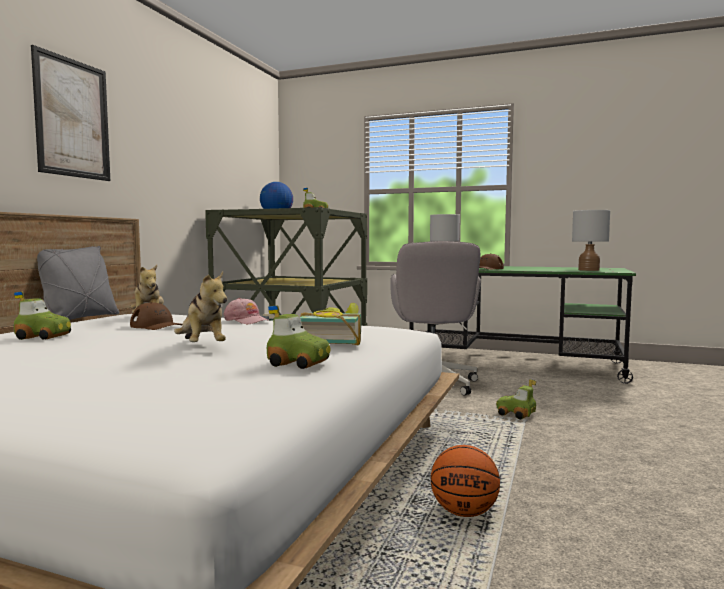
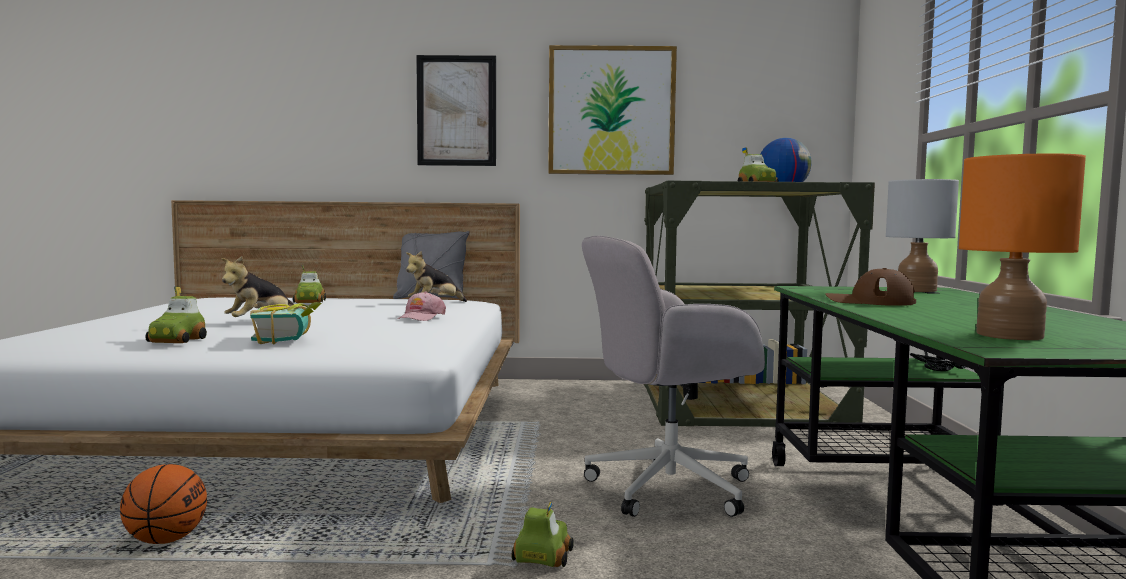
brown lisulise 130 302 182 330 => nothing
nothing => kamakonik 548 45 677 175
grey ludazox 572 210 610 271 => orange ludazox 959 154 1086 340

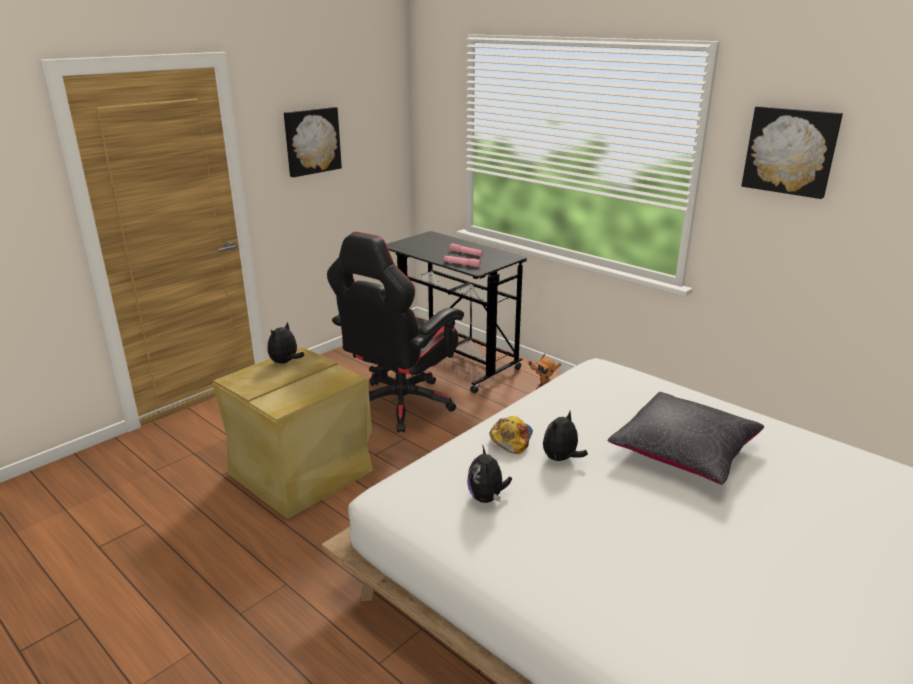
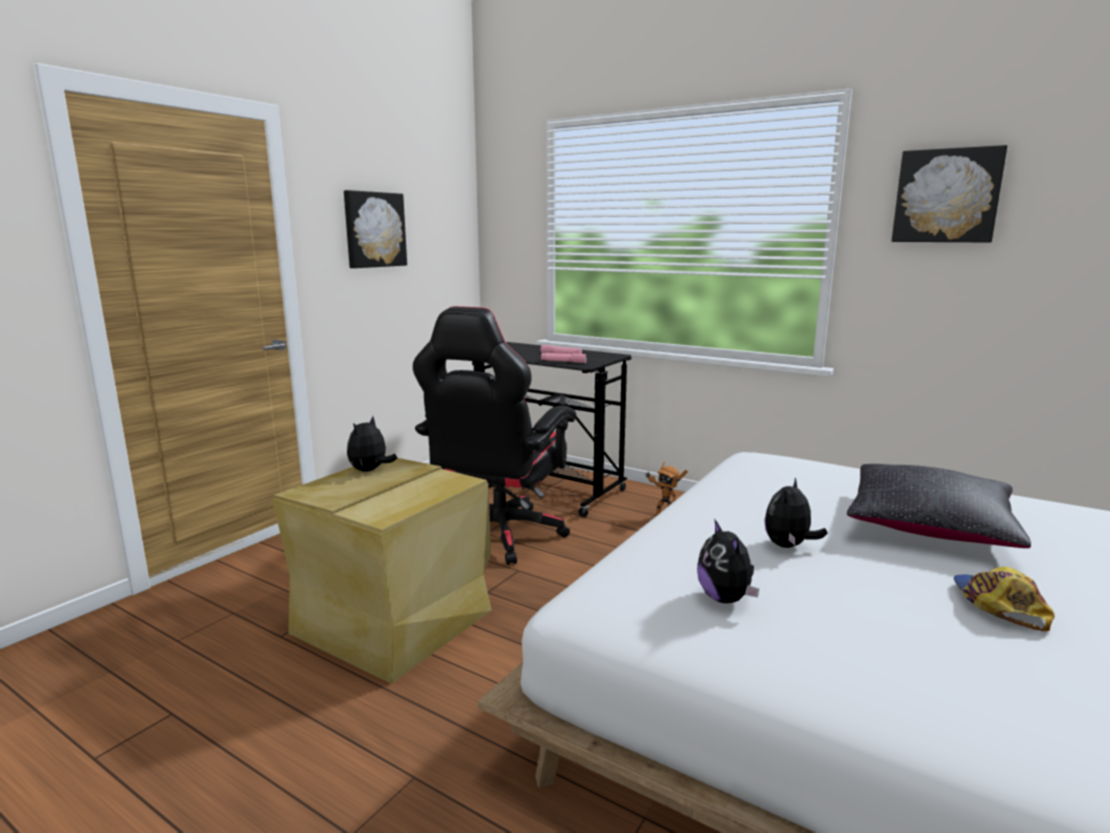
lisulise 489 416 533 454 => lisulise 953 567 1055 631, move

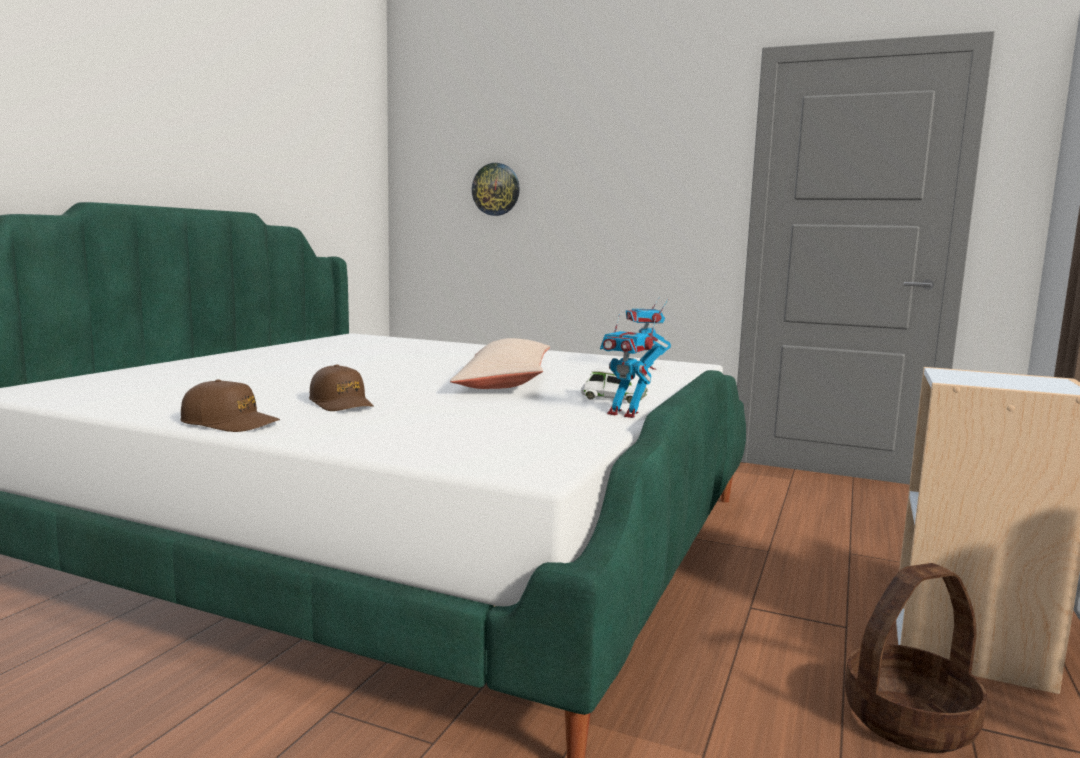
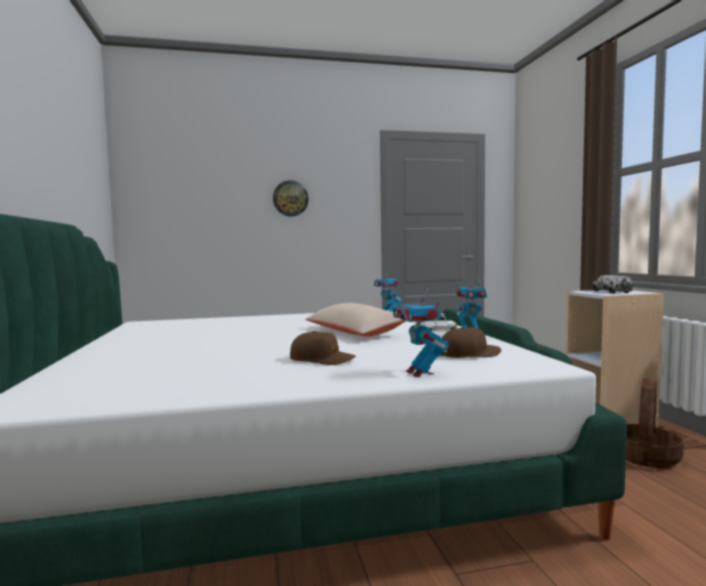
nothing => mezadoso 393 289 449 377
nothing => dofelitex 592 275 633 294
brown lisulise 181 380 280 432 => brown lisulise 441 327 501 358, move
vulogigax 472 163 520 216 => vulogigax 273 181 309 217, move

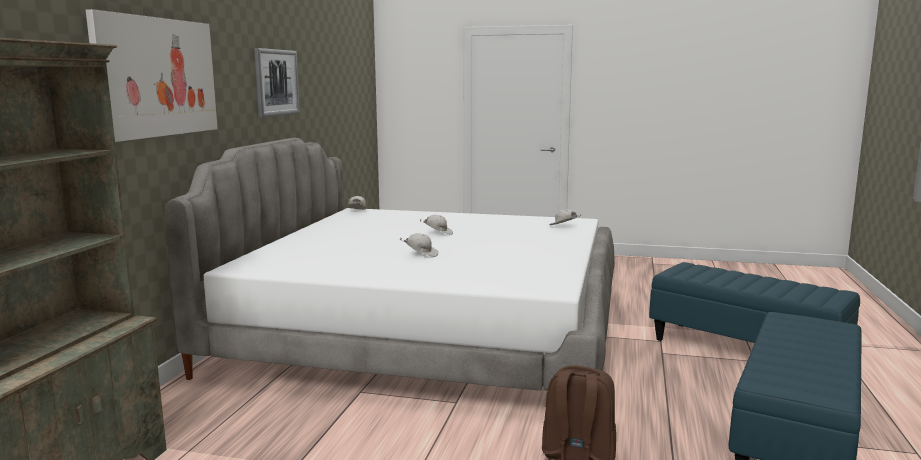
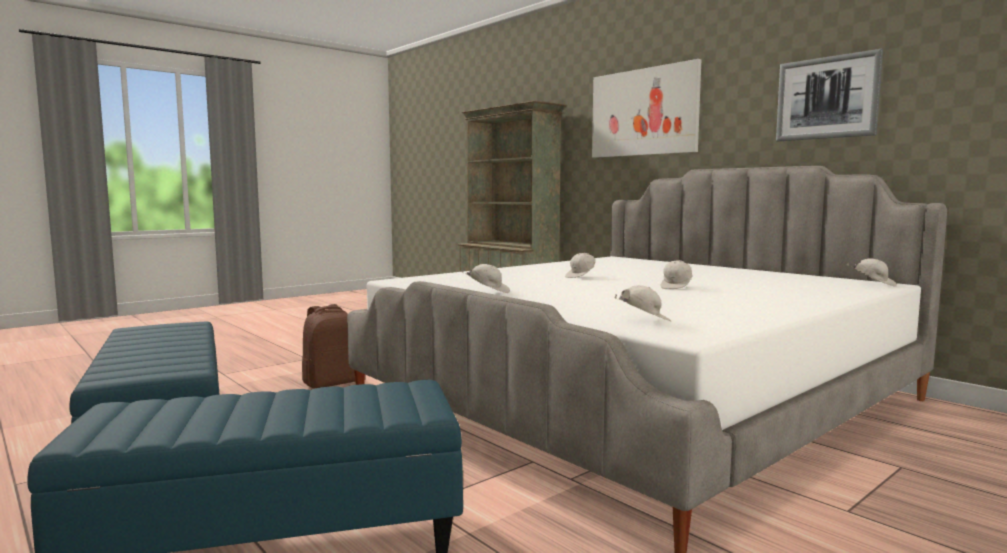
nothing => white lisulise 461 264 510 293

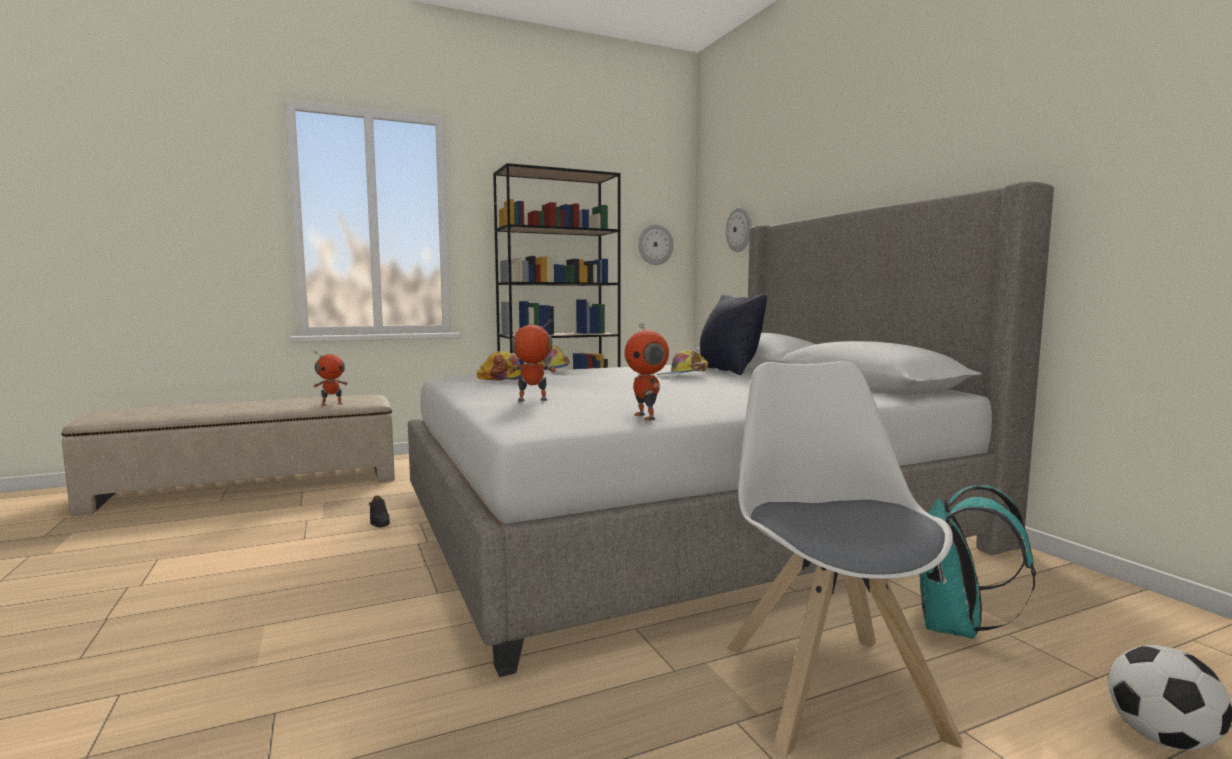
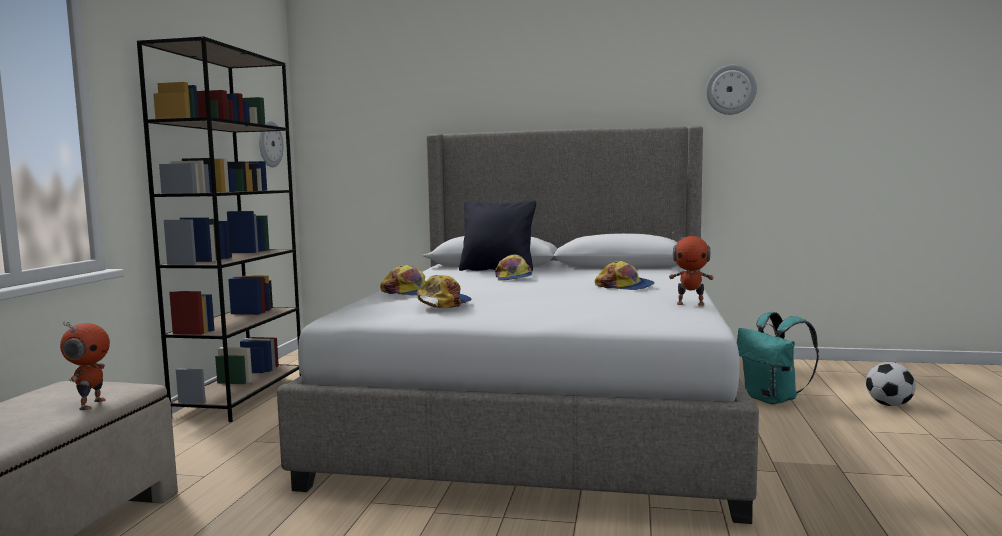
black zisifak 369 495 390 528 => nothing
mezadoso 508 319 557 402 => nothing
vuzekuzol 727 361 963 758 => nothing
nothing => lisulise 595 261 655 290
vulogigax 726 207 752 252 => vulogigax 706 65 757 115, move

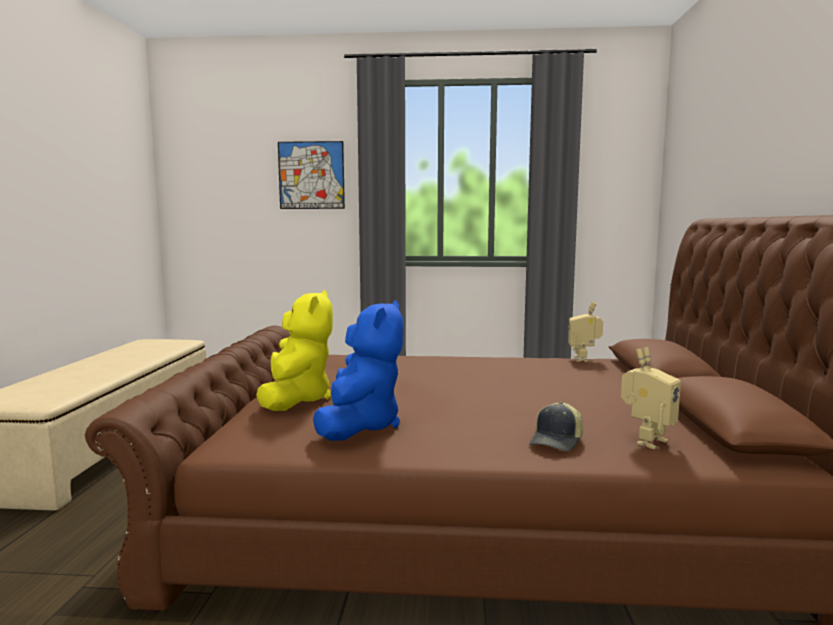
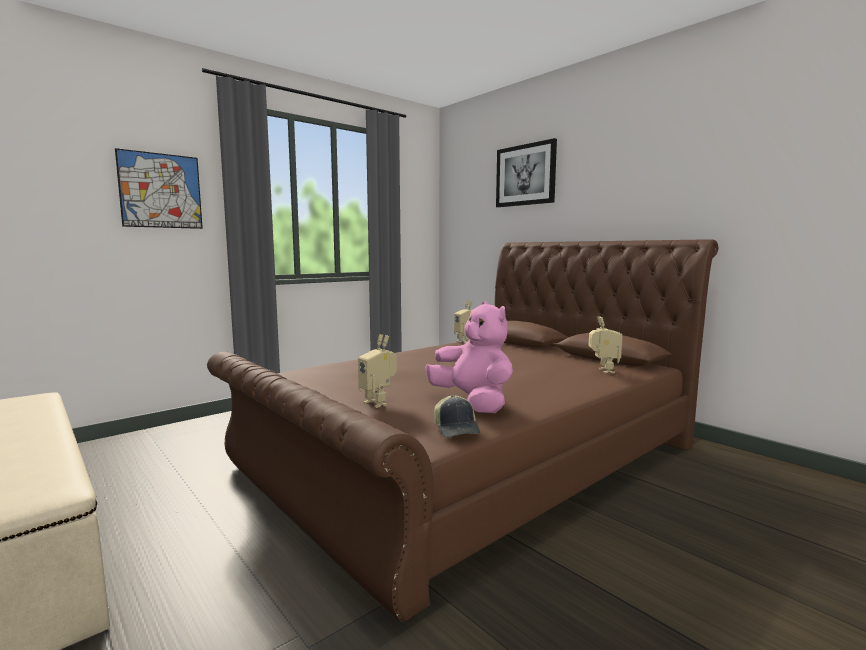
nothing => kamakonik 496 138 557 207
lisulise 529 402 583 451 => lisulise 434 395 480 438, move
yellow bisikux 256 290 333 411 => mezadoso 358 334 397 408
blue bisikux 313 300 404 441 => pink bisikux 425 301 513 413

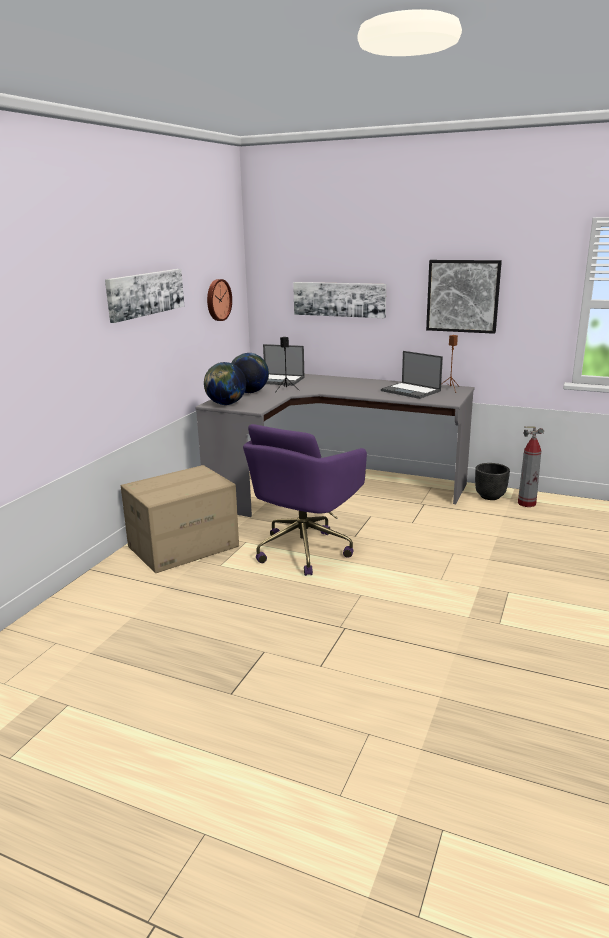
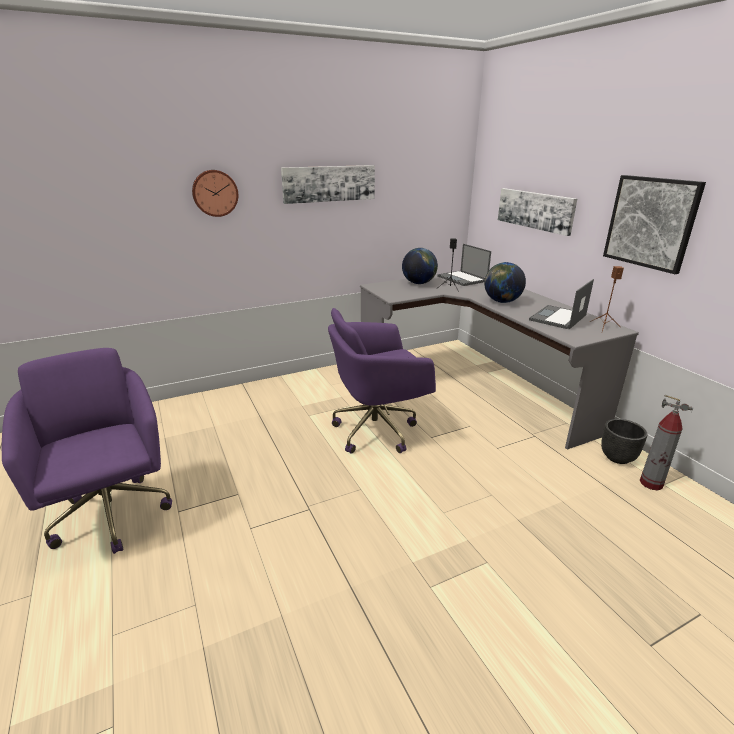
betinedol 121 465 239 573 => nothing
nothing => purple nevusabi 2 348 172 554
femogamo 204 362 246 405 => femogamo 484 262 526 303, move
vulogigax 207 279 232 321 => vulogigax 192 170 238 217, move
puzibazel 381 351 443 399 => puzibazel 529 279 594 329, 45 degrees clockwise

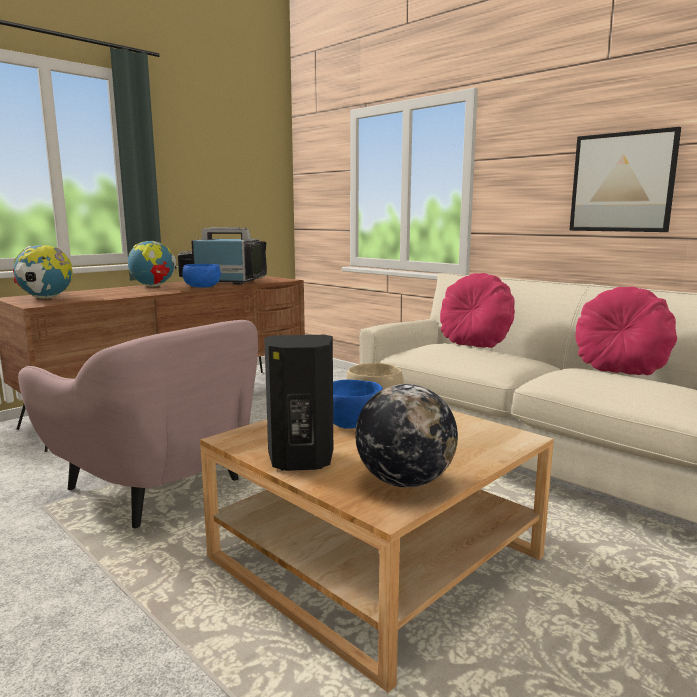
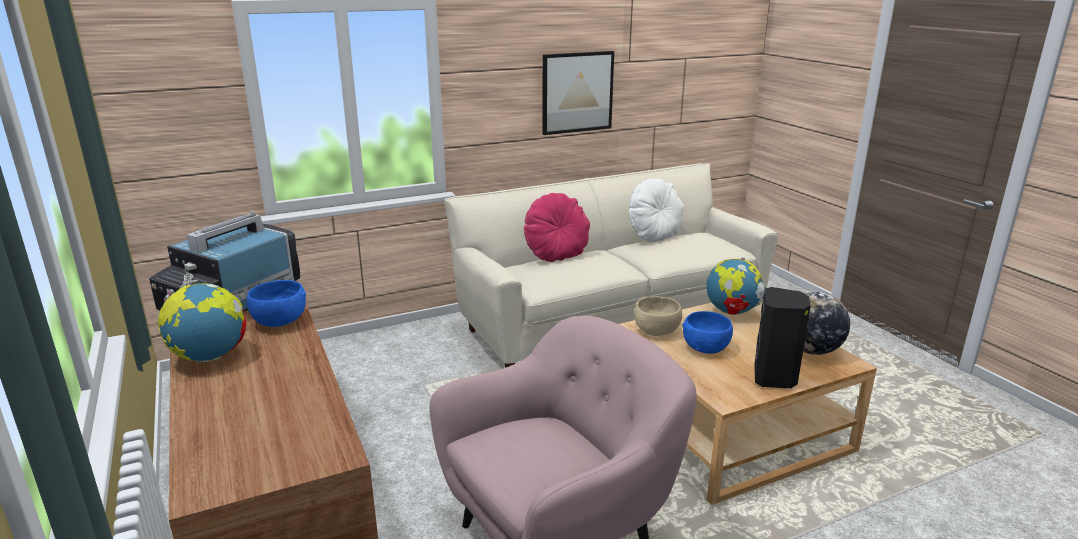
femogamo 13 245 73 299 => femogamo 706 257 766 315, move
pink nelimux 576 287 677 375 => white nelimux 629 178 684 242

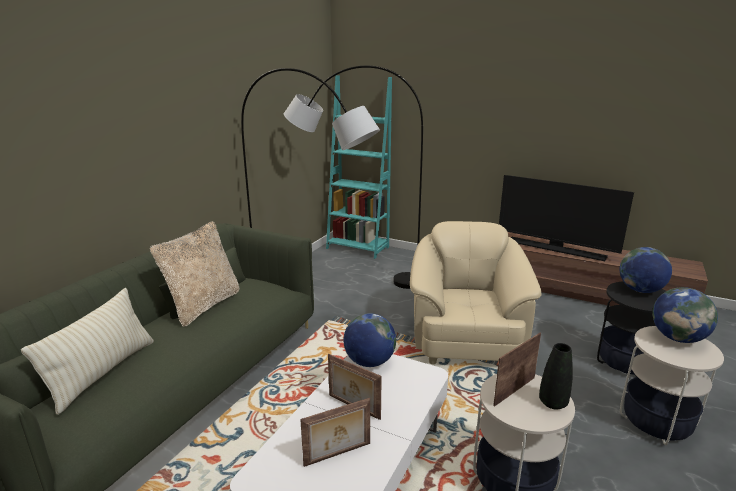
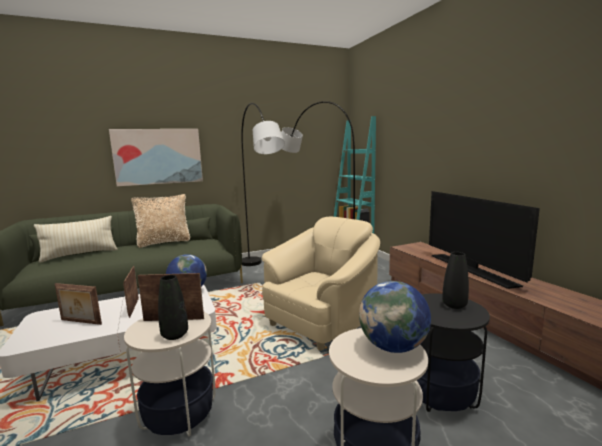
nothing => kamakonik 109 129 203 186
femogamo 620 247 672 293 => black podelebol 442 252 469 309

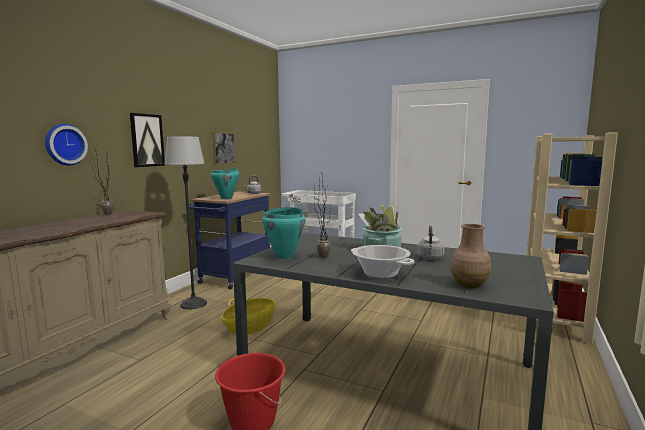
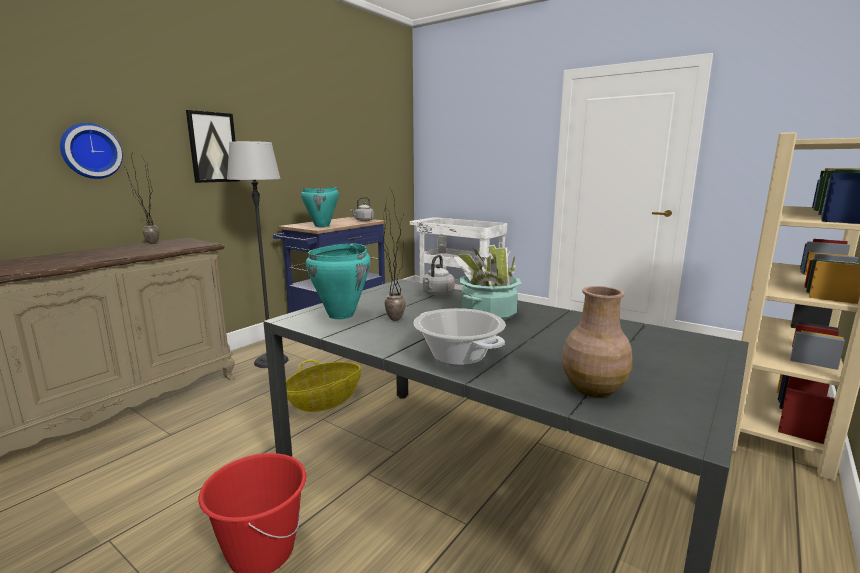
kamakonik 212 132 236 164 => nothing
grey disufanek 418 226 445 259 => grey disufanek 423 255 454 296, move

